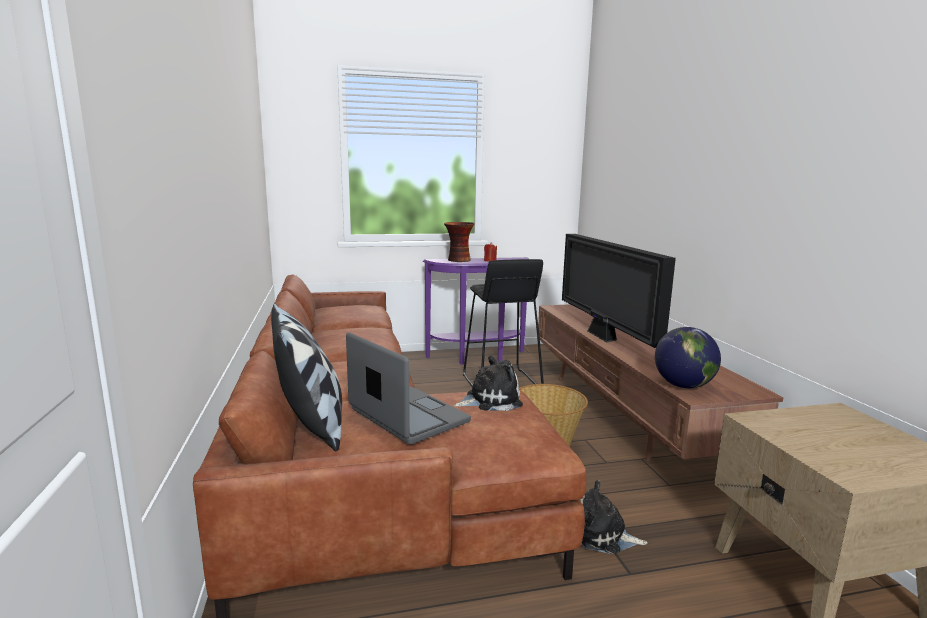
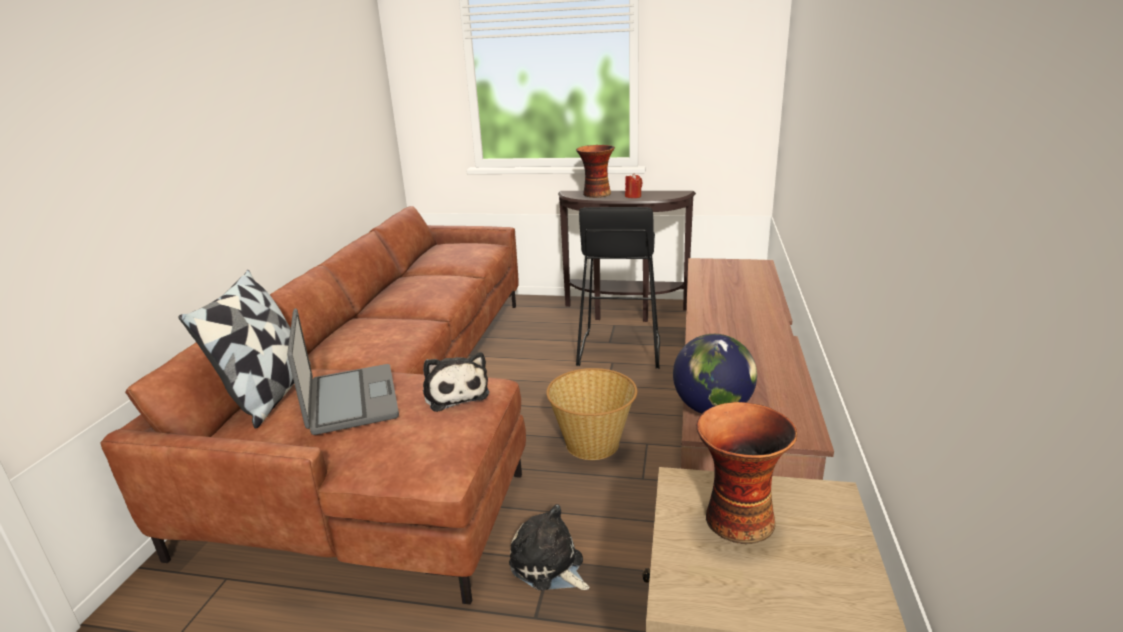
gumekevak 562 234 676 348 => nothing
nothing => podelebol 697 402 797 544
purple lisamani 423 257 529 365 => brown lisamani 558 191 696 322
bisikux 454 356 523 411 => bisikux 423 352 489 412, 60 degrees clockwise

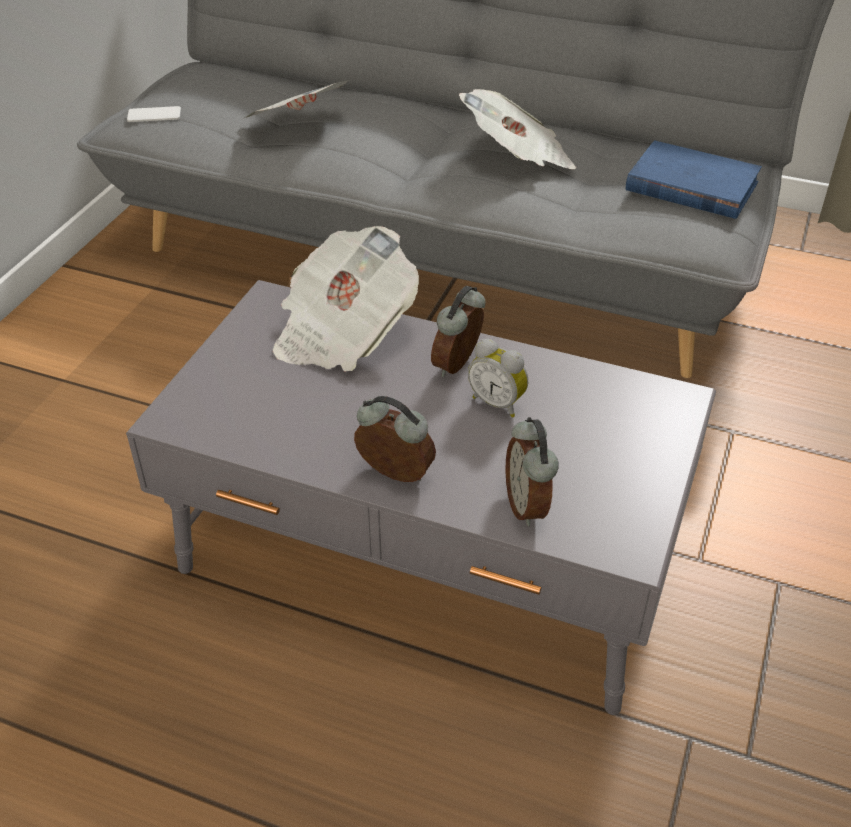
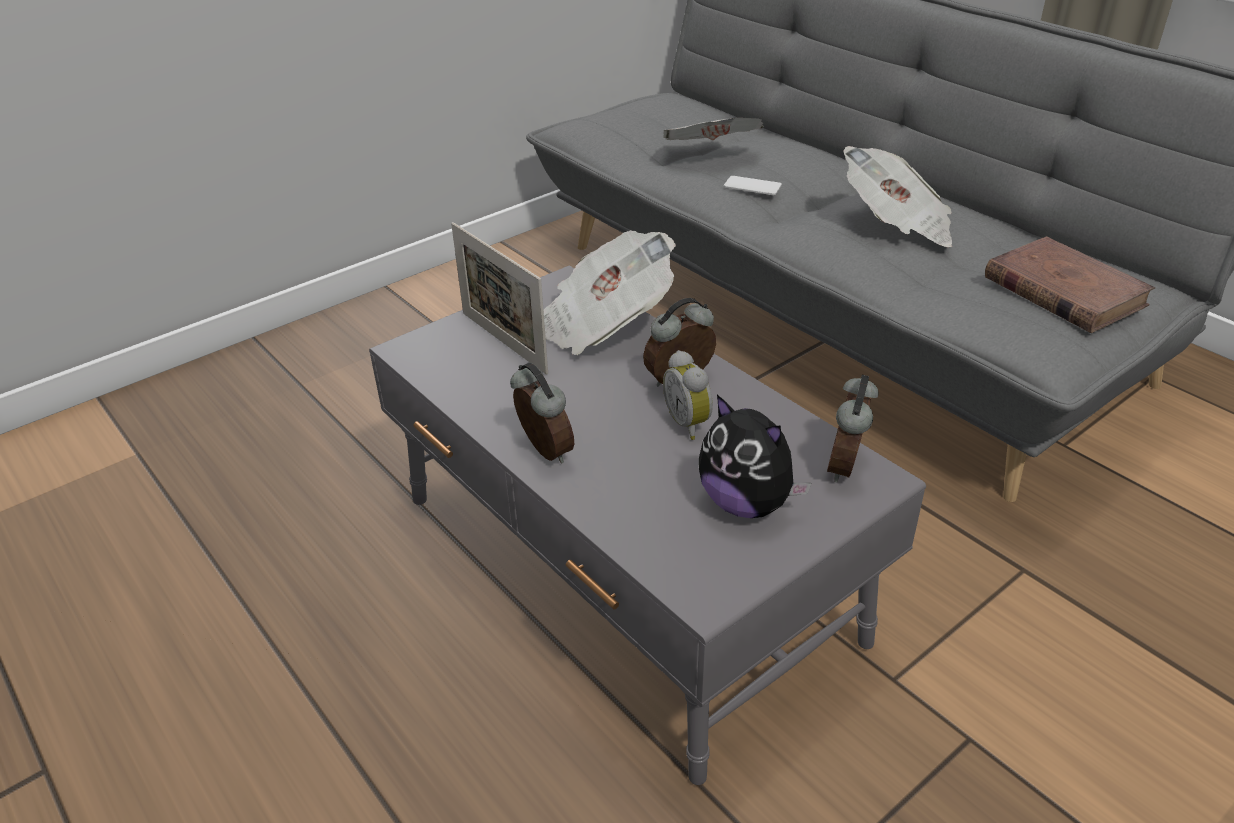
nothing => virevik 451 222 548 375
nothing => bisikux 699 395 811 518
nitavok 127 106 181 122 => nitavok 724 176 782 195, move
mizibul 505 417 558 527 => mizibul 827 375 878 482, move
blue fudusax 626 140 762 219 => brown fudusax 985 236 1156 333

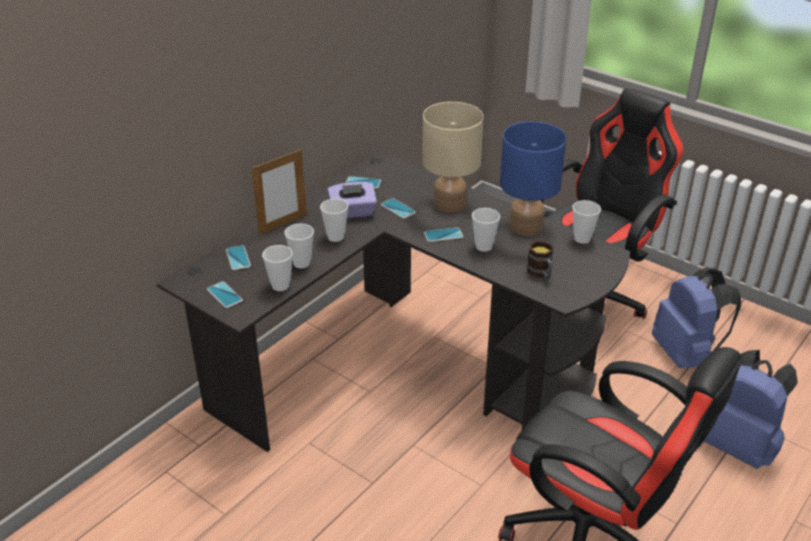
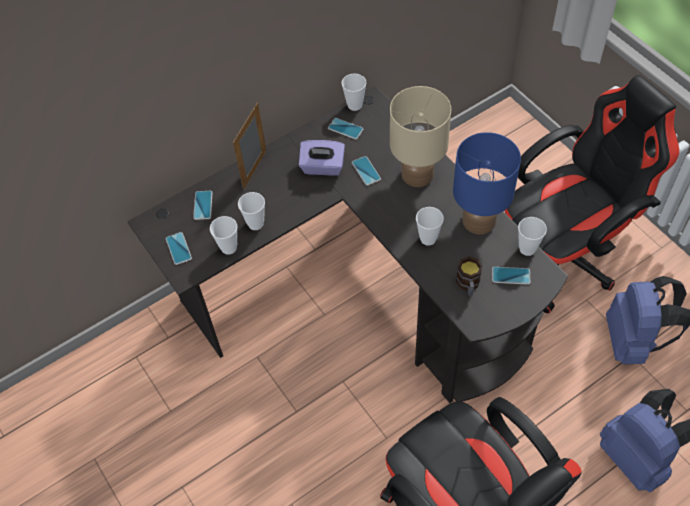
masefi 320 199 348 242 => masefi 342 74 366 111, move
nitavok 424 227 463 242 => nitavok 492 267 530 285, move
virevik 251 149 307 235 => virevik 233 103 266 190, 135 degrees clockwise

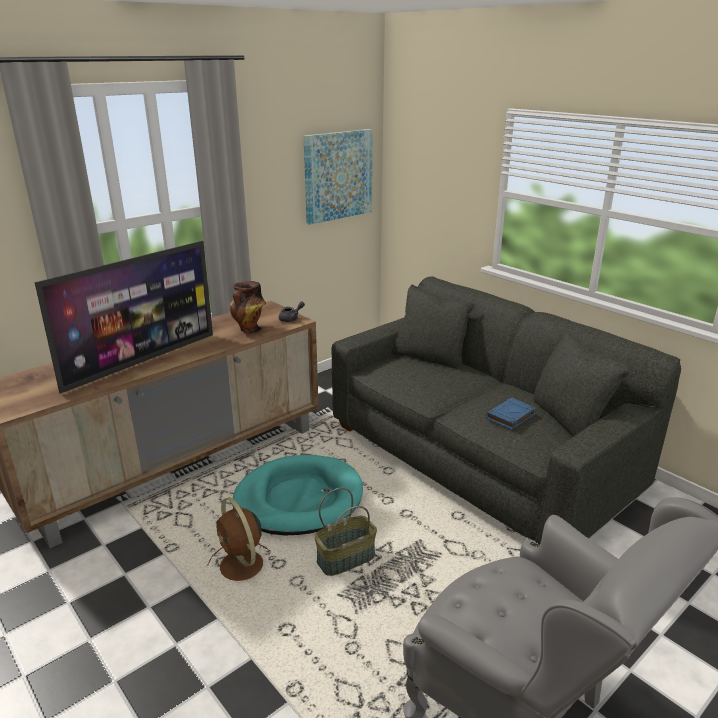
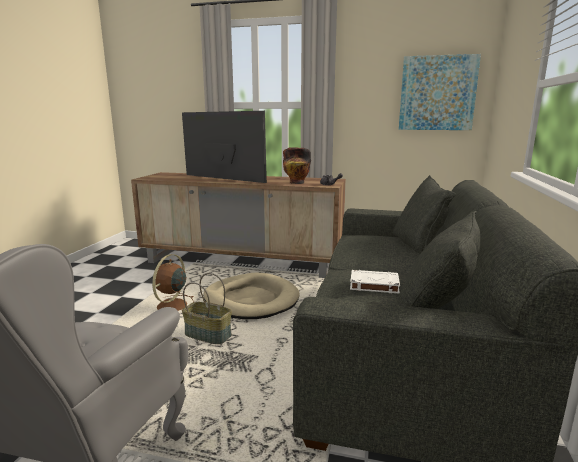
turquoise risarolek 233 455 363 536 => beige risarolek 203 273 300 319
blue fudusax 486 398 536 430 => white fudusax 350 270 400 294
gumekevak 35 241 213 394 => gumekevak 182 111 267 183, 150 degrees counterclockwise

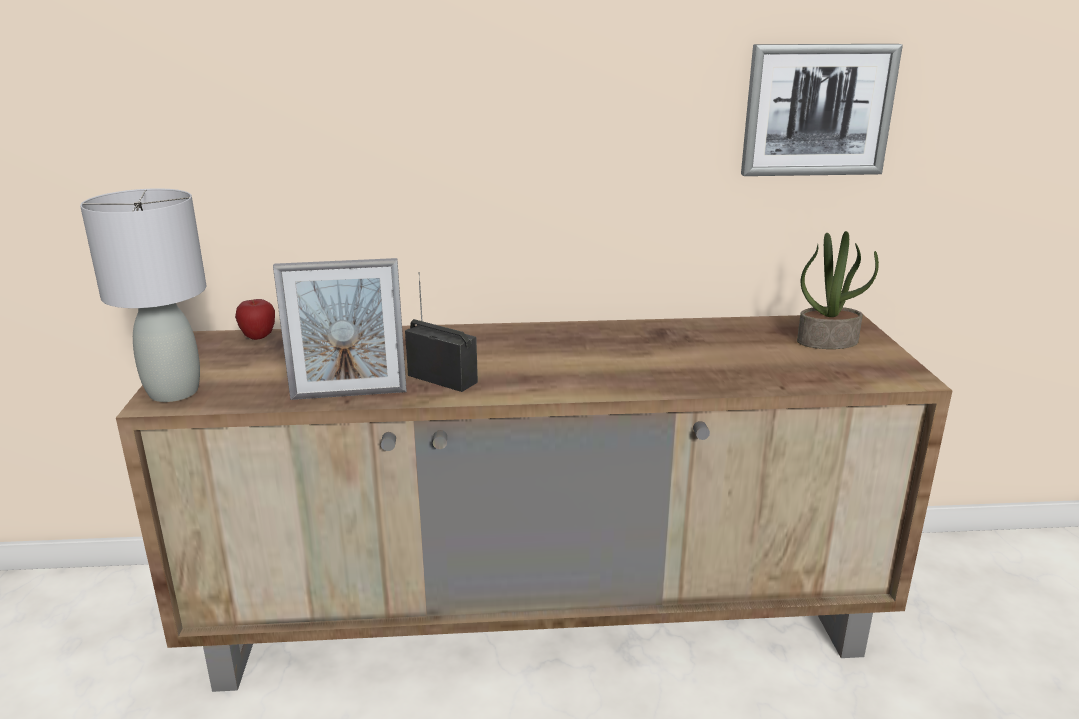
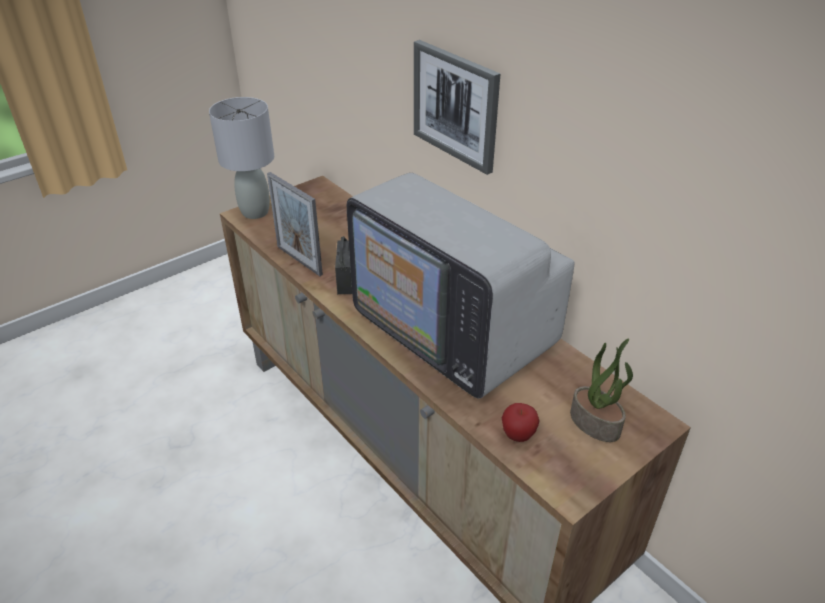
nothing => gumekevak 347 173 574 399
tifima 235 299 275 340 => tifima 502 403 540 442, move
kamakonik 741 44 903 176 => kamakonik 414 40 500 175, move

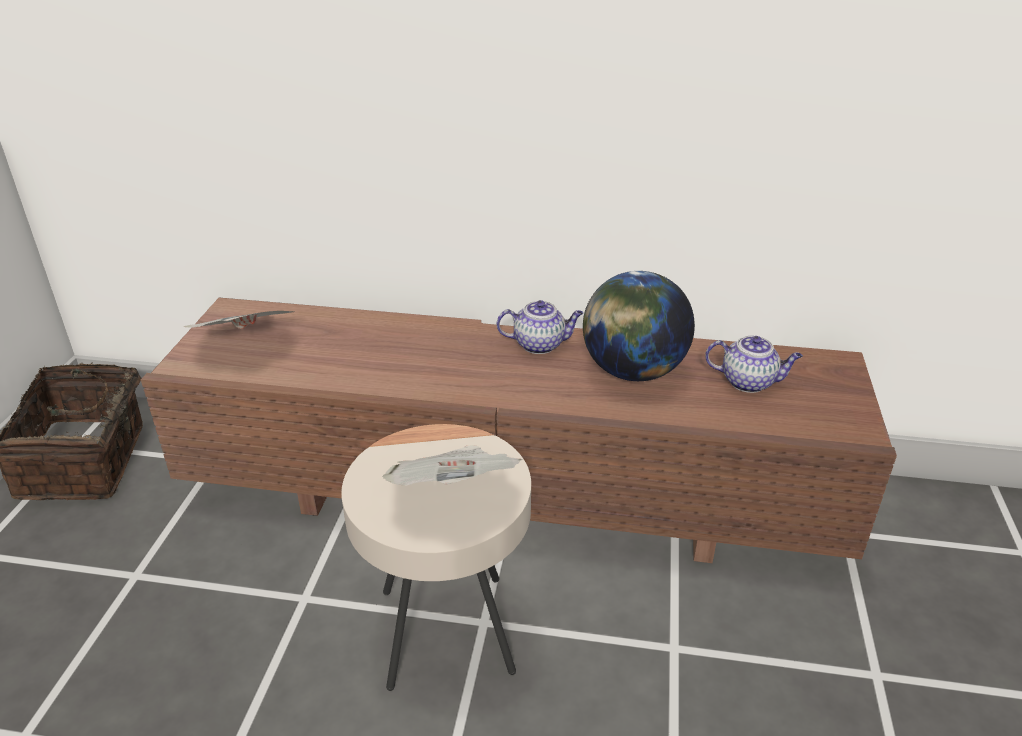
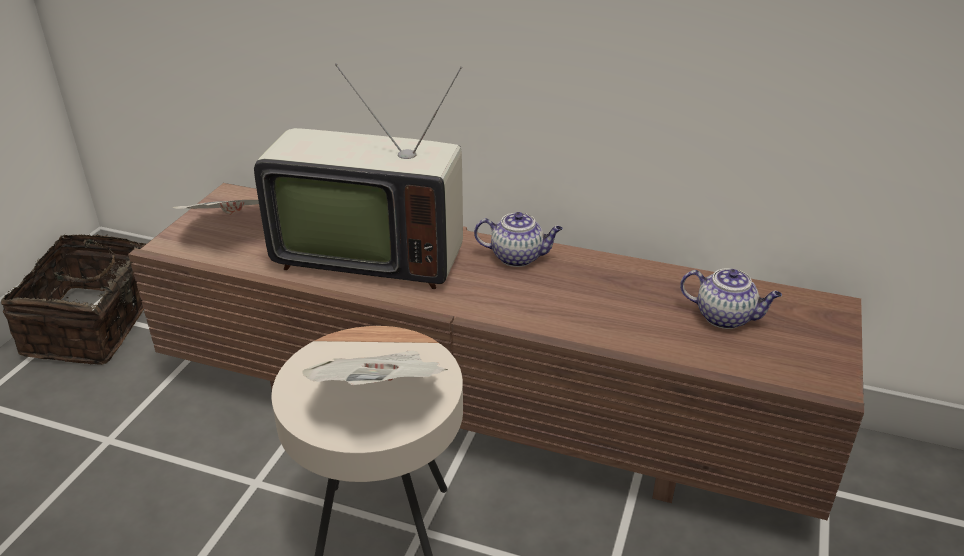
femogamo 583 271 695 381 => nothing
nothing => gumekevak 254 64 463 289

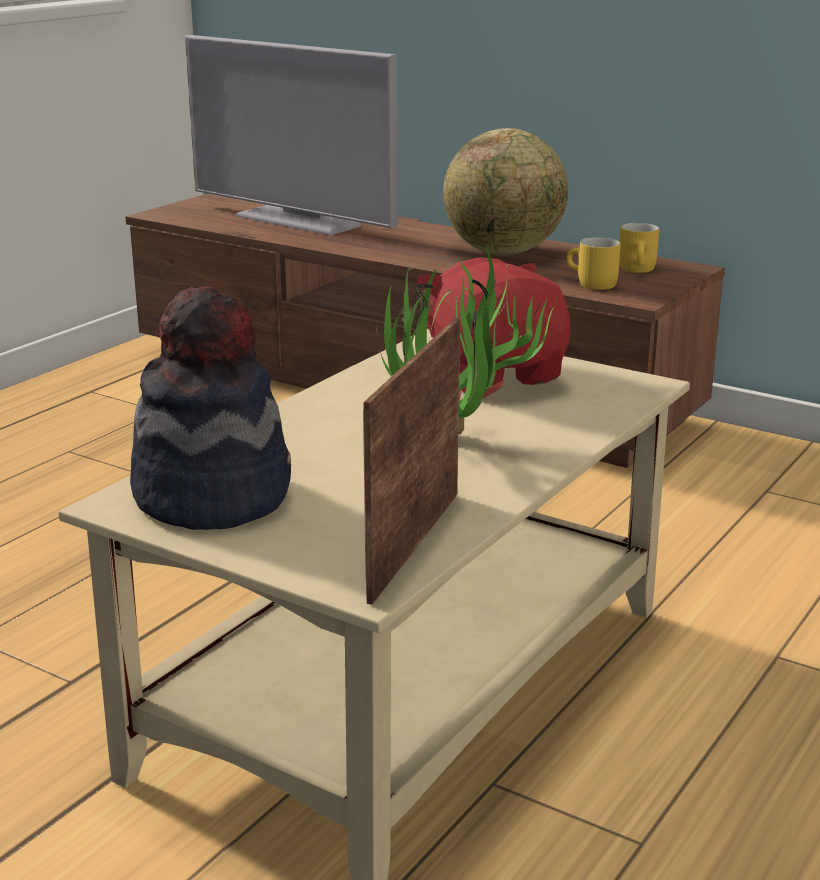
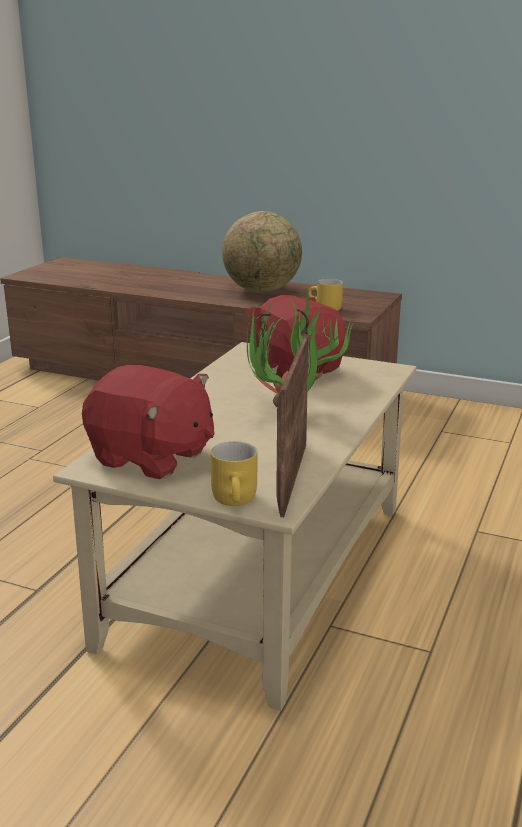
gumekevak 185 35 398 236 => nothing
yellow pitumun 619 223 659 273 => yellow pitumun 211 441 257 506, move
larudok 130 286 291 530 => red bisikux 82 365 215 479

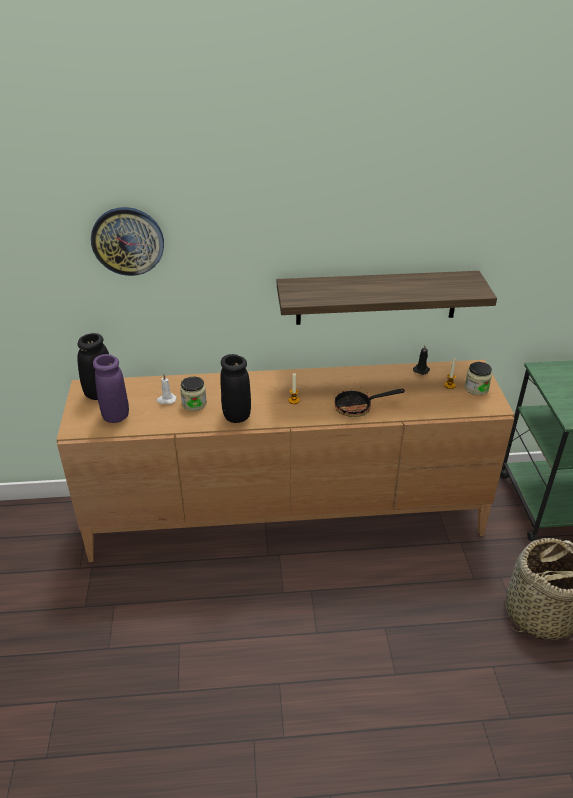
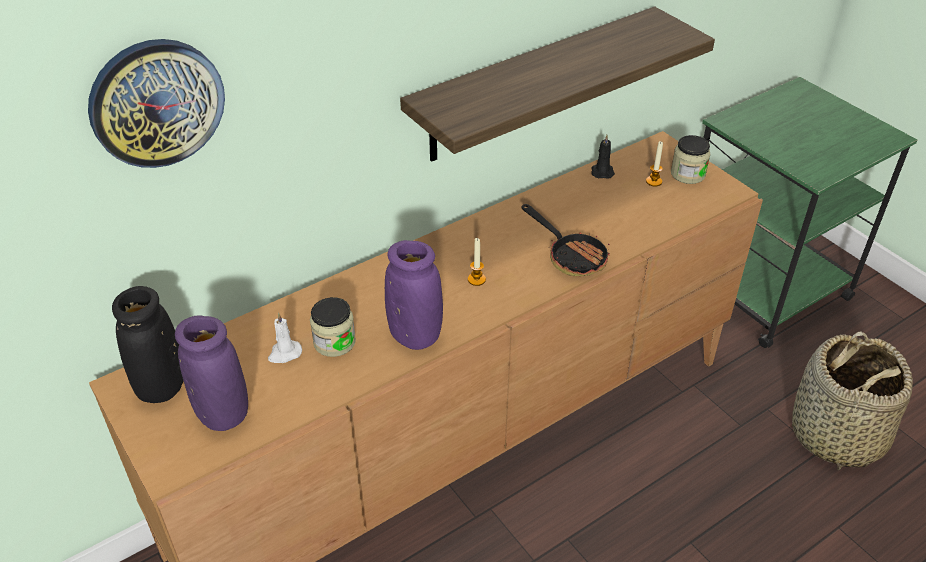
black podelebol 220 354 251 423 => purple podelebol 385 240 443 350
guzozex 335 387 405 417 => guzozex 522 204 610 276, 90 degrees counterclockwise

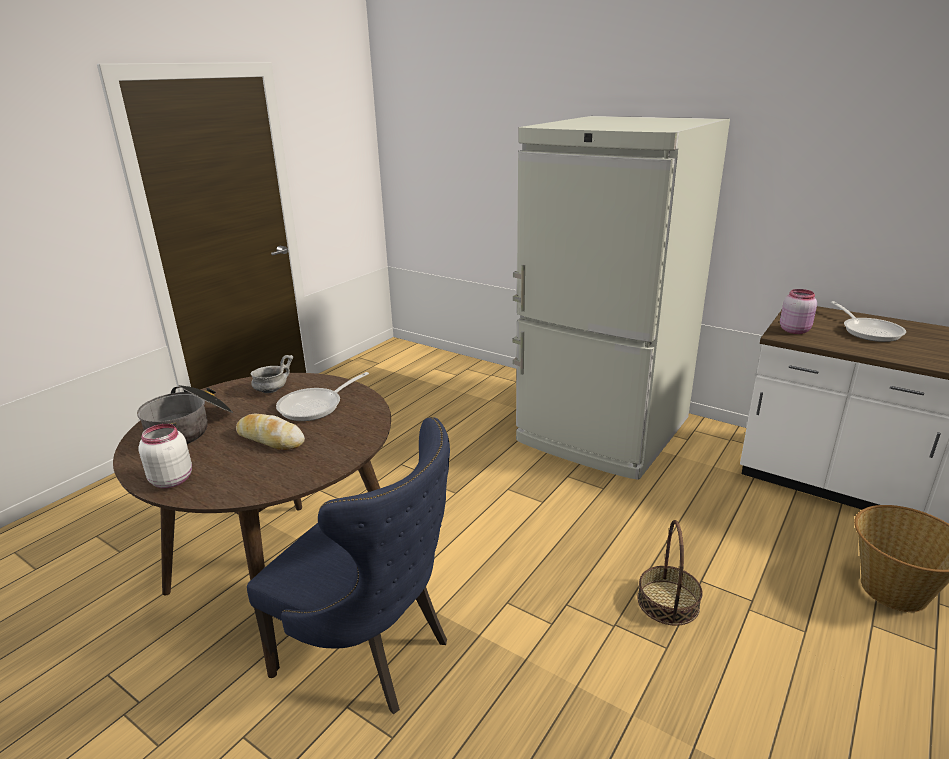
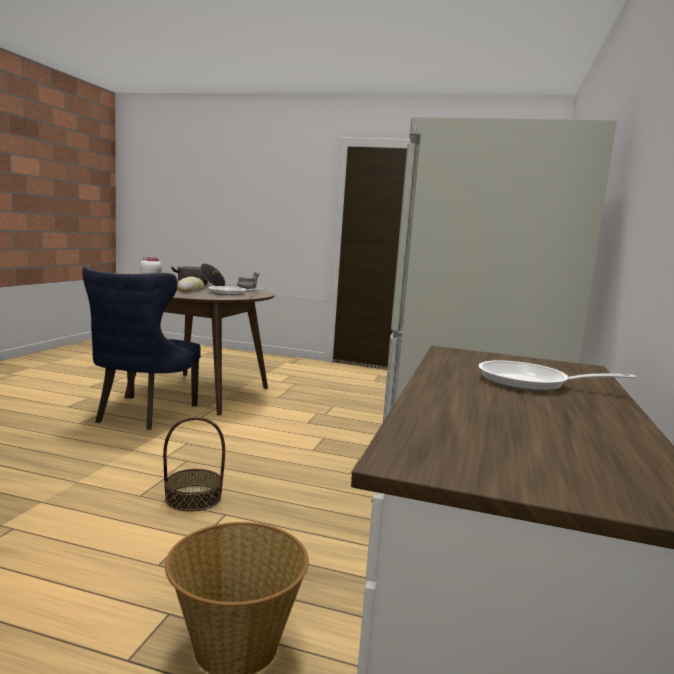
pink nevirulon 780 289 817 334 => nothing
guzozex 831 301 906 342 => guzozex 478 360 637 391, 45 degrees clockwise

